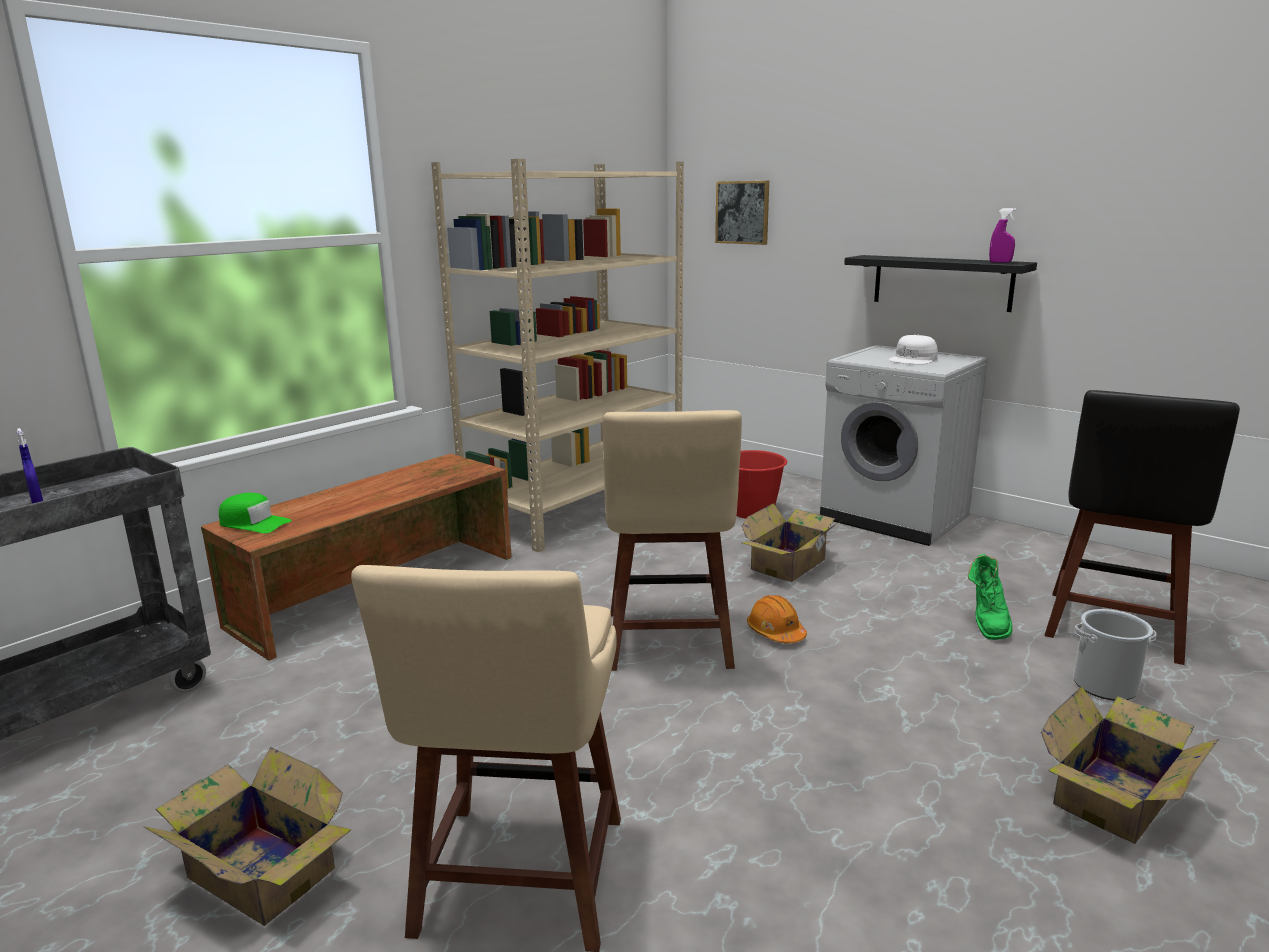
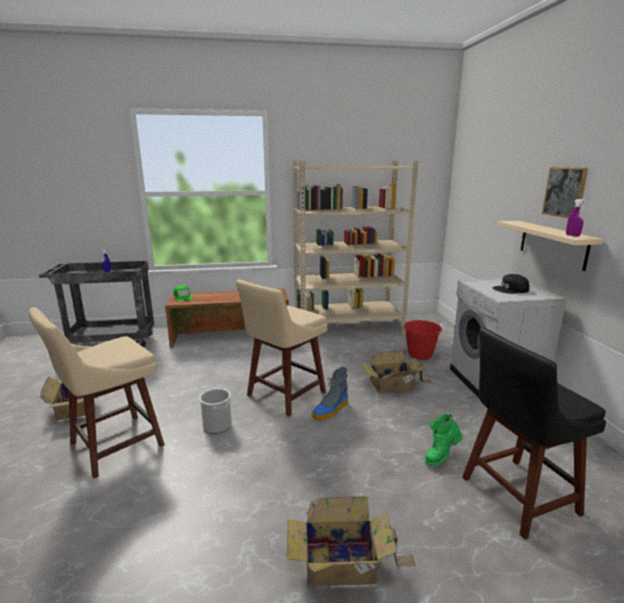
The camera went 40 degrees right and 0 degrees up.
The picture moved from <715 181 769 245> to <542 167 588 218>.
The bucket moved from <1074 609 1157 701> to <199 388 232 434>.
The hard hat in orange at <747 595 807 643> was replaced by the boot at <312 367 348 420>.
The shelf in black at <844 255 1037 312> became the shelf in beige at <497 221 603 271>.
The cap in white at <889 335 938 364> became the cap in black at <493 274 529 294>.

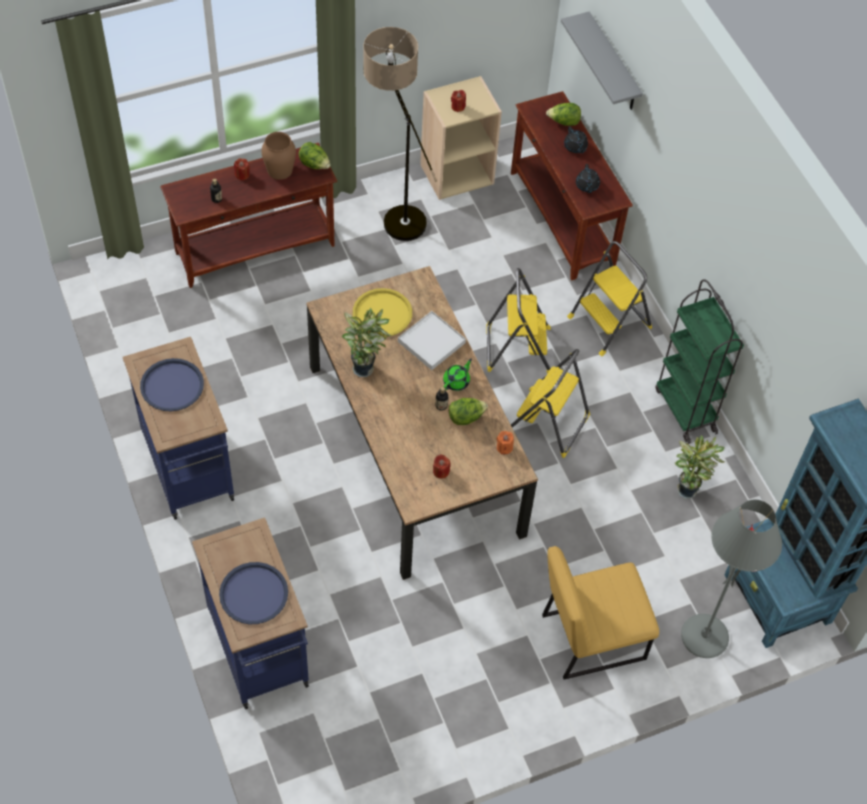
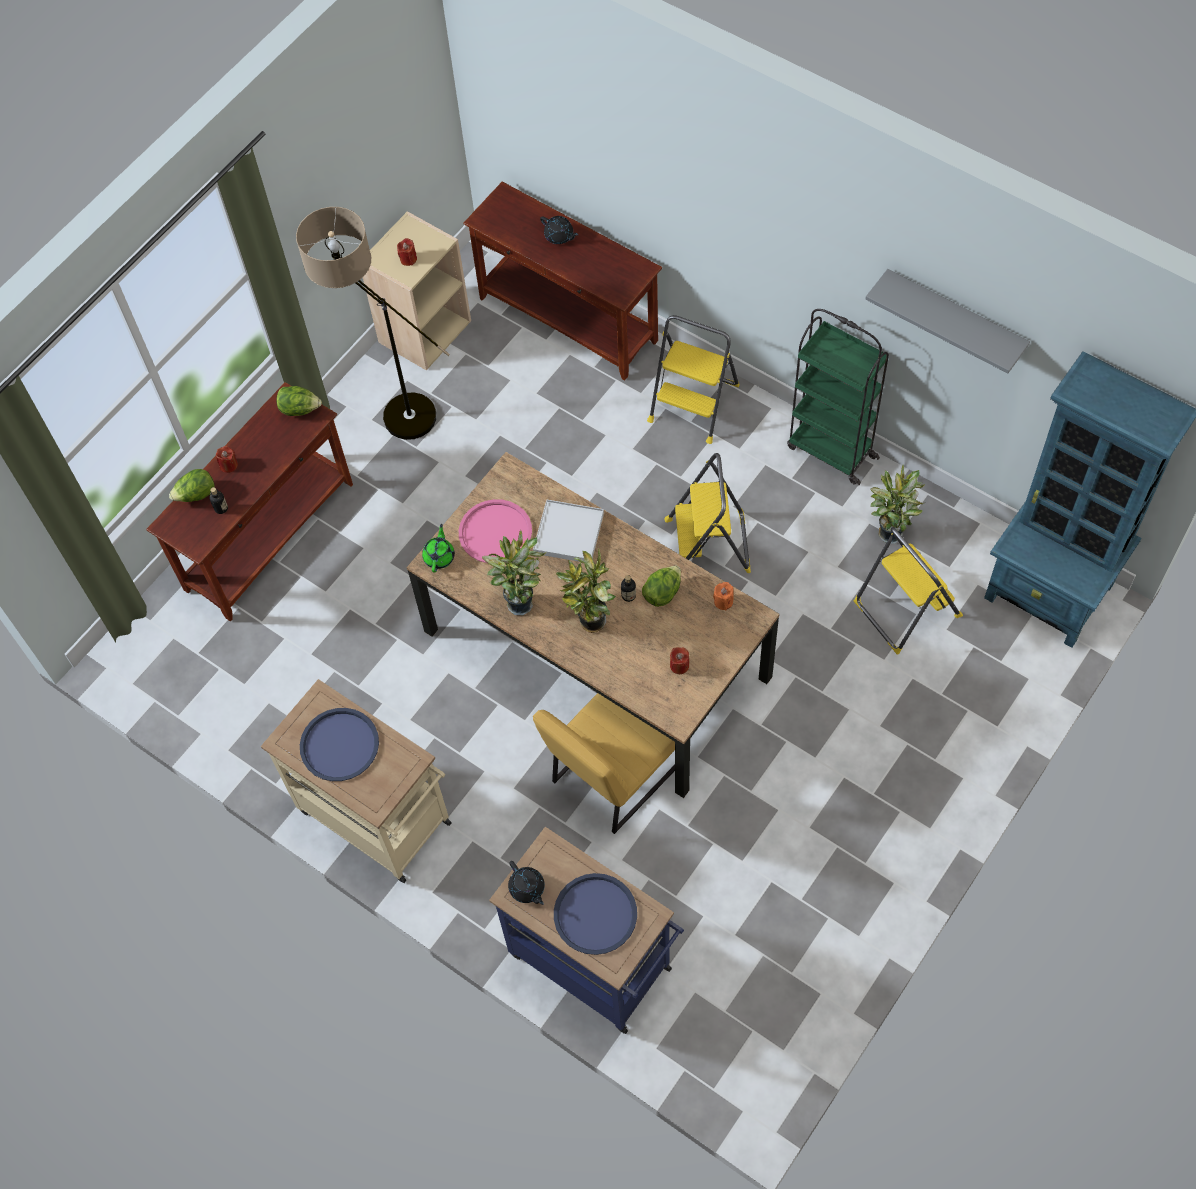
The camera went 25 degrees left and 5 degrees up.
The vase in brown at <261 132 296 180> disappeared.
The floor lamp in grey at <681 499 782 658> disappeared.
The potted plant at <556 549 616 633> appeared.
The teapot in green moved from <443 359 472 391> to <422 524 455 573>.
The step ladder in yellow moved from <486 268 551 373> to <854 527 963 654>.
The chair in yellow moved from <542 546 659 680> to <533 693 675 834>.
The lettuce moved from <546 103 581 126> to <169 469 215 502>.
The shelf in grey moved from <561 11 643 110> to <865 269 1030 373>.
The teapot in black moved from <576 164 600 193> to <508 861 545 905>.
The cart in blue at <123 337 234 520> became the cart in beige at <261 679 452 883>.
The tray in yellow at <353 288 412 337> became the tray in pink at <459 499 532 563>.

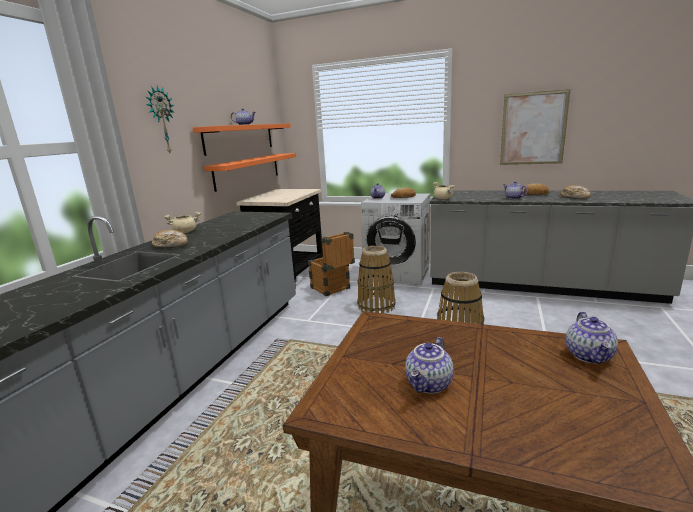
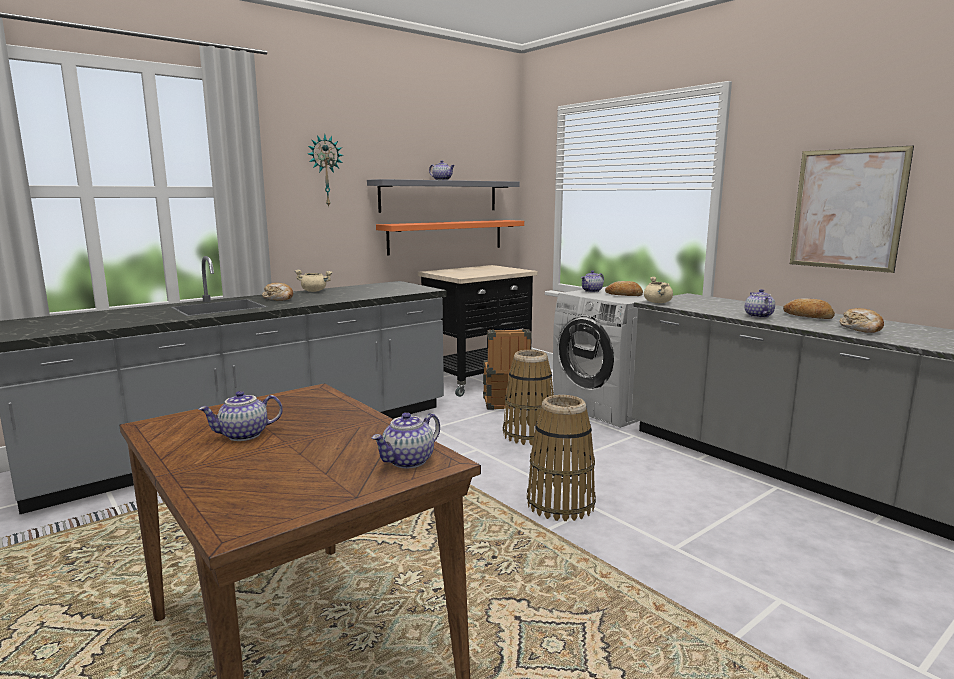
The camera went 30 degrees right and 5 degrees down.
The shelf in orange at <193 123 291 156> became the shelf in grey at <367 179 520 213>.

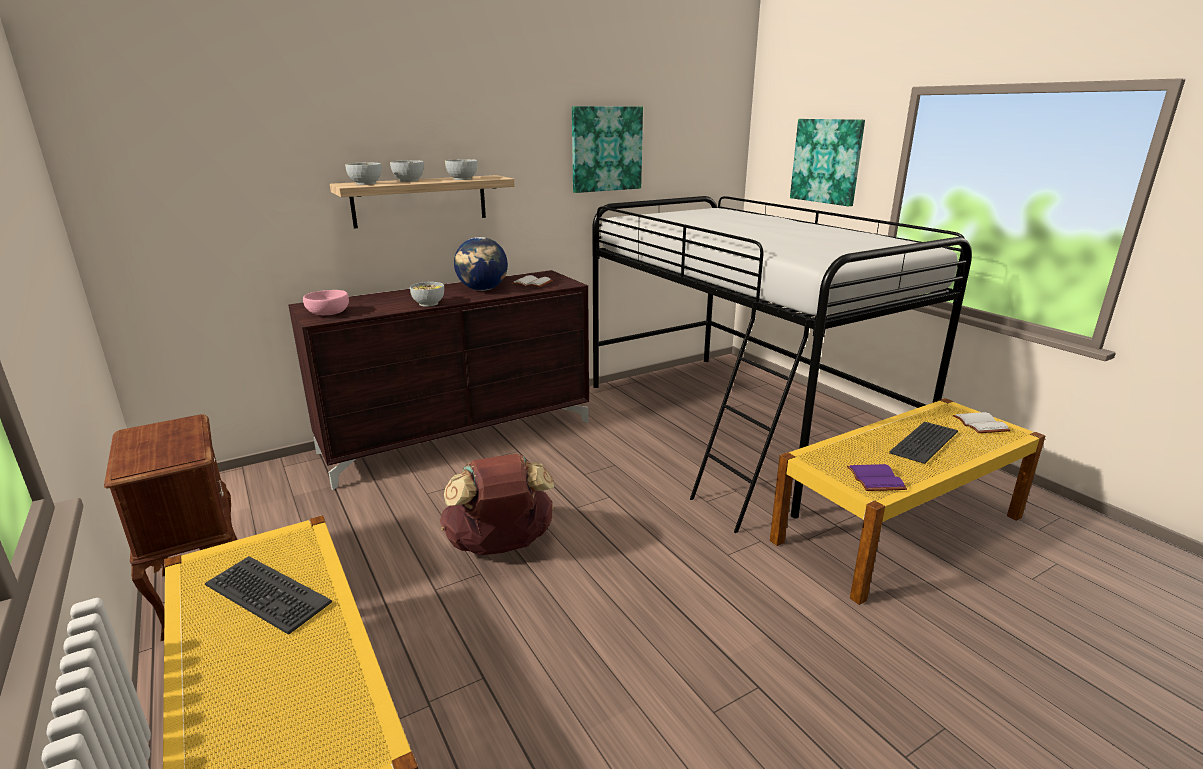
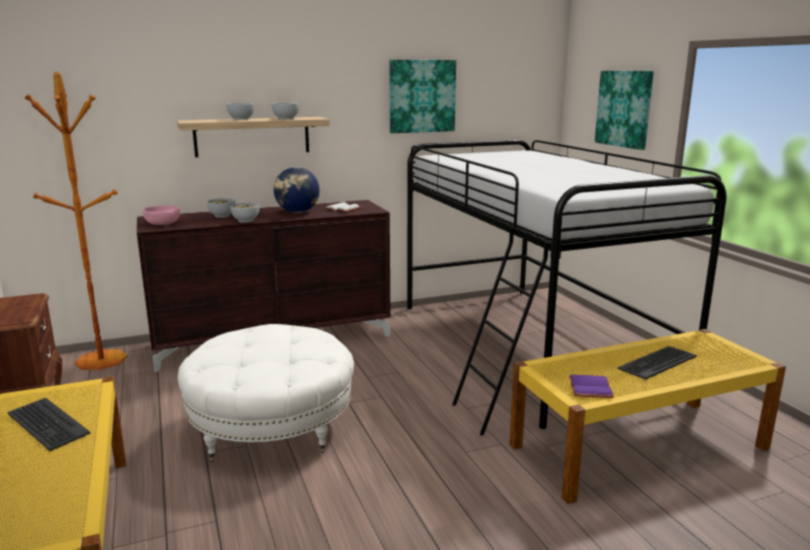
The camera went 10 degrees right and 5 degrees down.
The book in white at <953 412 1011 433> disappeared.
The clothes rack in orange at <25 72 128 370> appeared.
The bowl moved from <345 163 382 185> to <207 198 235 218>.
The backpack in brown at <440 454 554 556> was replaced by the ottoman in white at <178 324 354 462>.

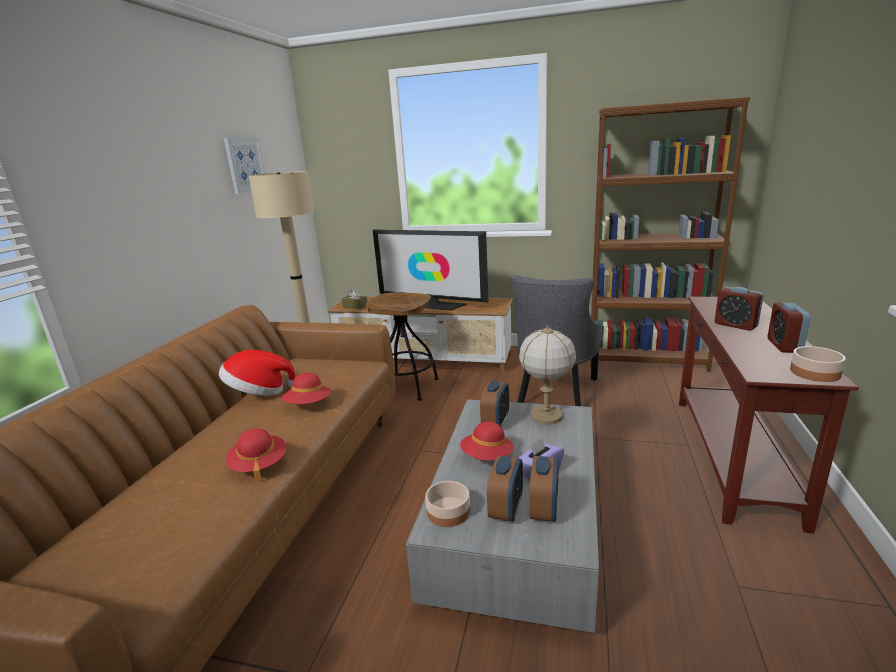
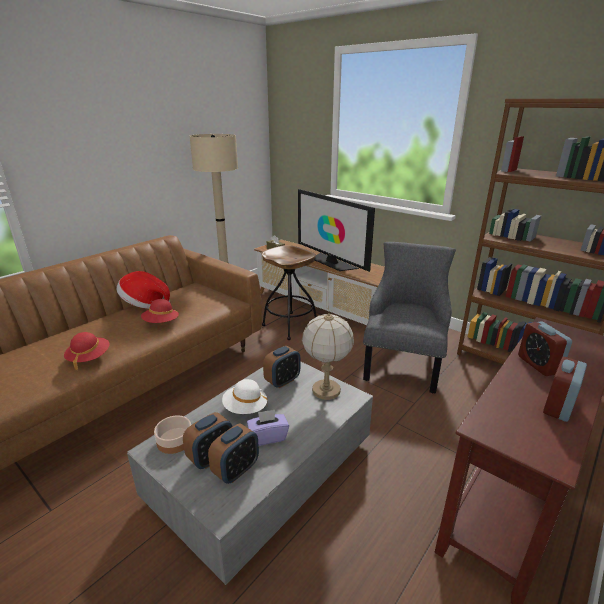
The camera went 25 degrees right and 5 degrees up.
The picture at <224 137 265 194> disappeared.
The bowl at <790 346 846 382> disappeared.
The hat in red at <460 421 514 460> became the hat in white at <222 379 268 414>.
The armchair in grey at <511 275 603 406> turned 150 degrees clockwise.

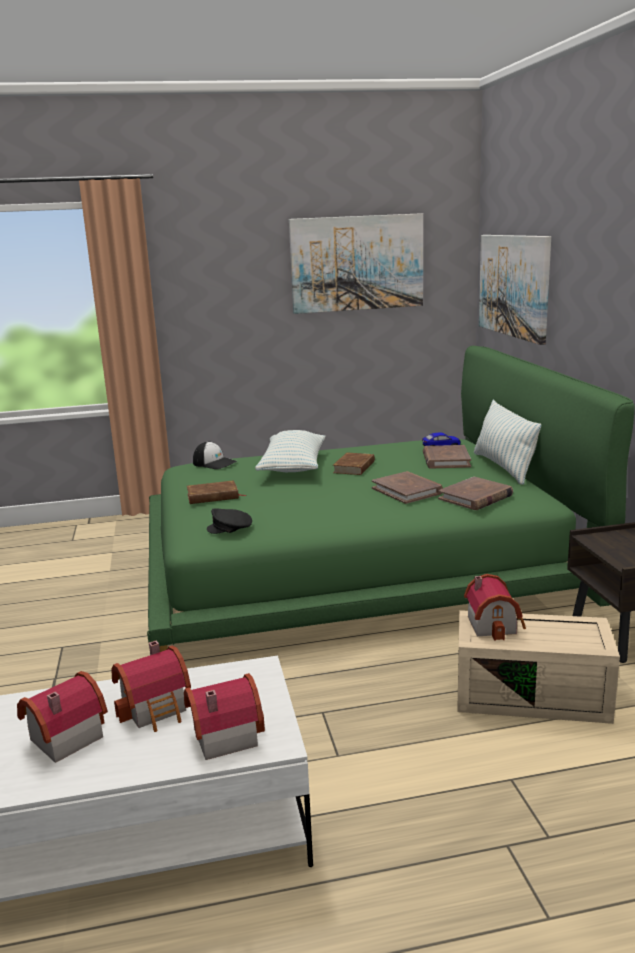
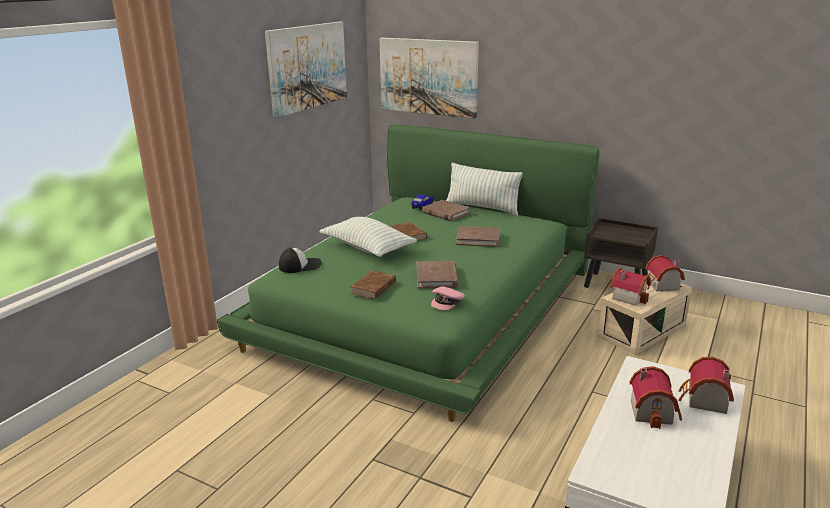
The camera went 50 degrees left and 5 degrees up.
The toy house moved from <17 671 108 763> to <645 255 685 291>.
The book in brown moved from <438 477 513 510> to <417 261 459 289>.
The cap in black at <207 508 252 534> became the cap in pink at <431 287 465 310>.

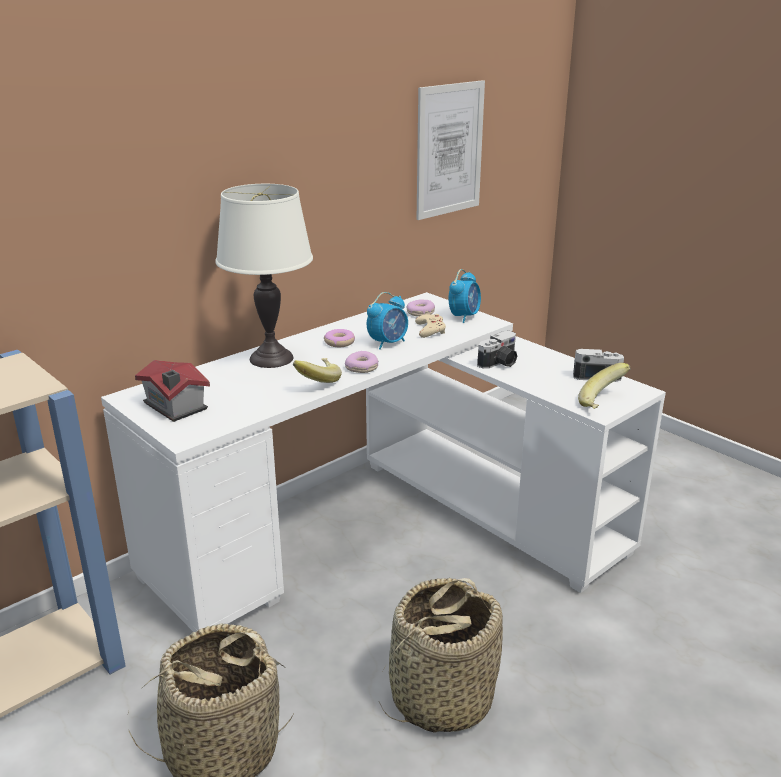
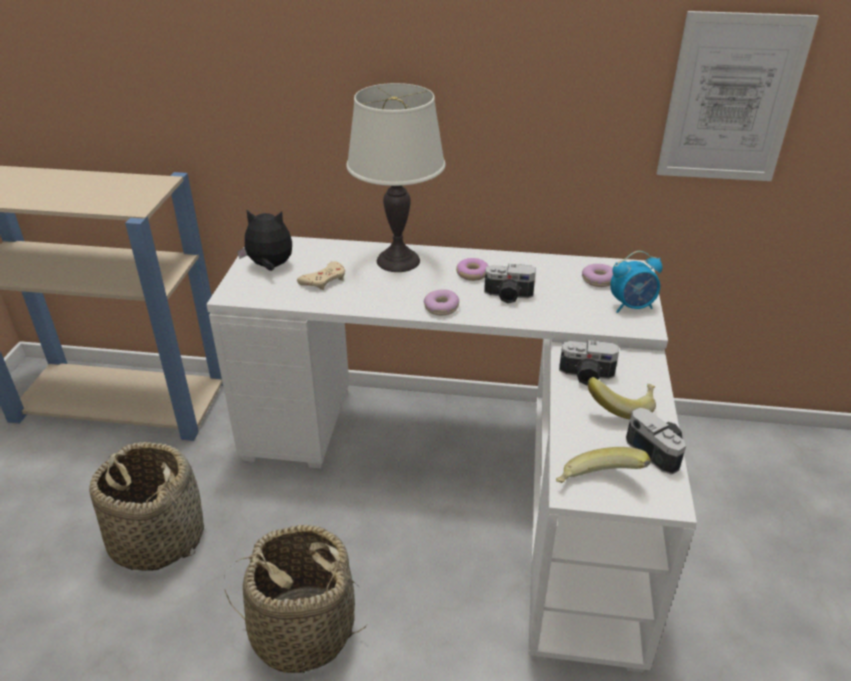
The camera went 50 degrees right and 10 degrees up.
The banana moved from <293 358 342 383> to <588 377 656 420>.
The game controller in beige moved from <415 314 446 338> to <297 261 345 290>.
The toy house at <135 360 210 422> was replaced by the plush toy at <237 209 292 271>.
The alarm clock at <367 292 408 350> was replaced by the photo camera at <484 264 536 303>.

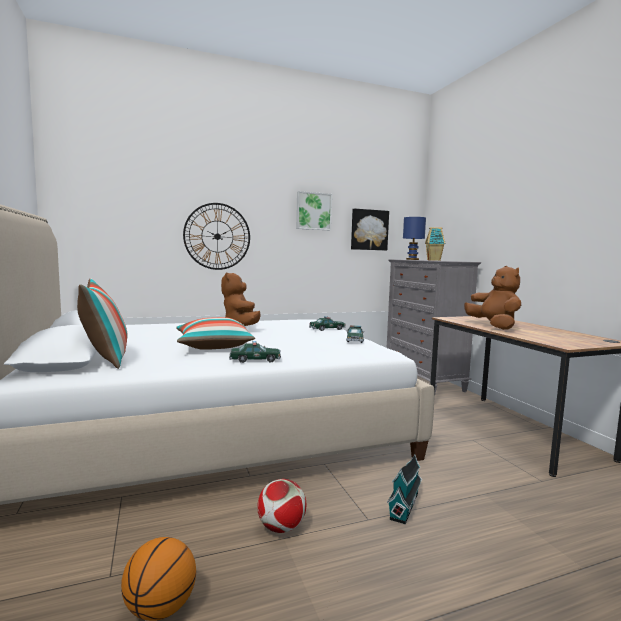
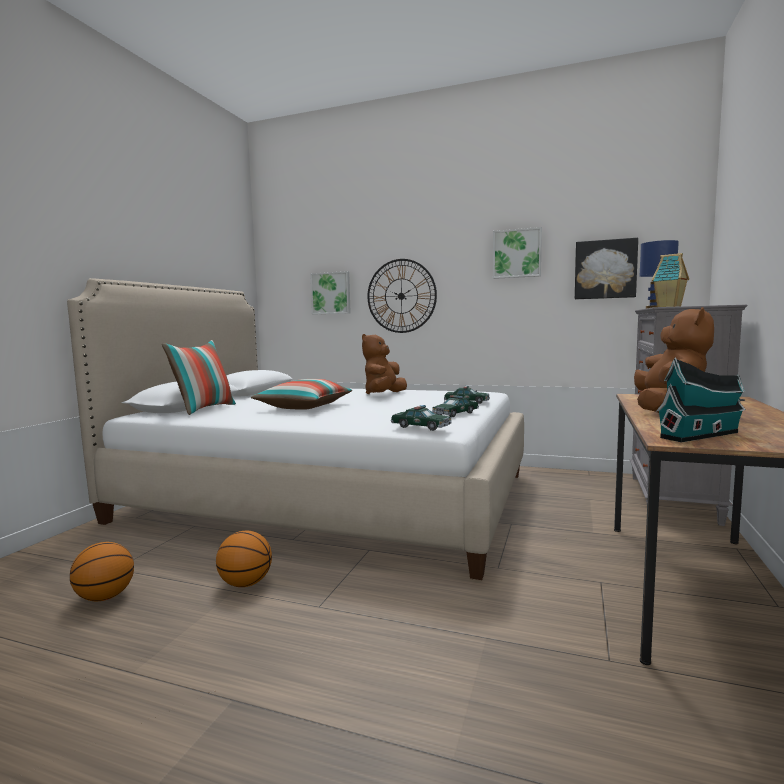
The camera went 40 degrees right and 0 degrees up.
The picture at <310 271 351 314> appeared.
The toy car moved from <229 341 281 363> to <391 405 452 431>.
The toy house moved from <387 455 422 524> to <655 358 746 443>.
The football at <257 479 306 533> was replaced by the basketball at <216 531 272 587>.

